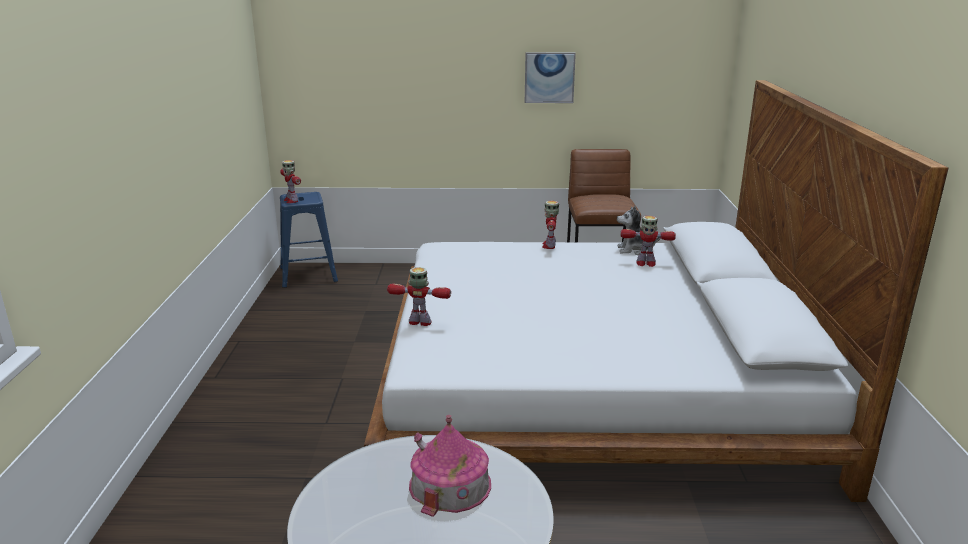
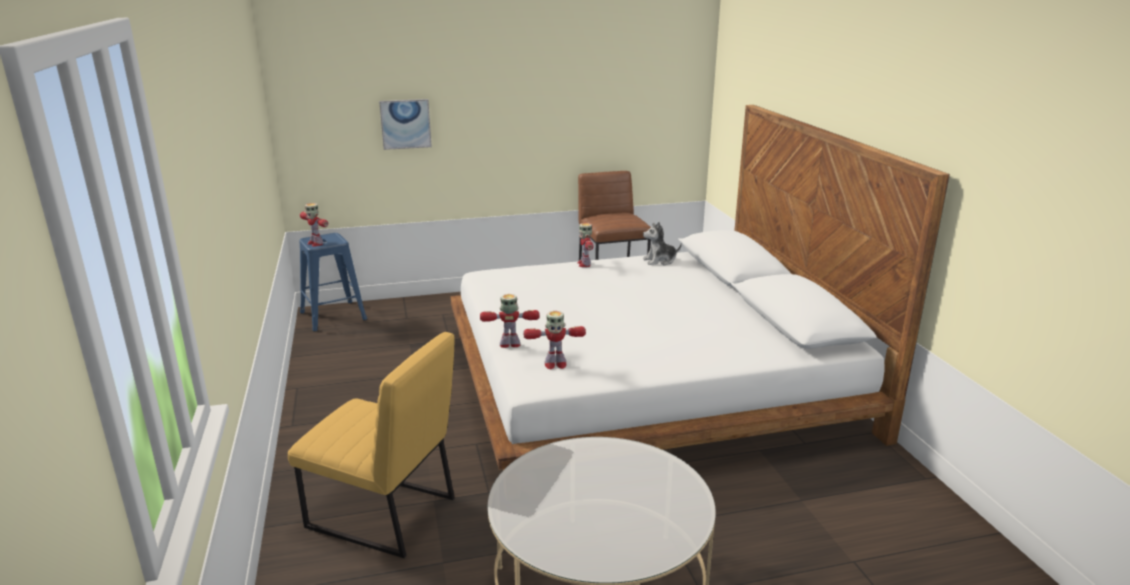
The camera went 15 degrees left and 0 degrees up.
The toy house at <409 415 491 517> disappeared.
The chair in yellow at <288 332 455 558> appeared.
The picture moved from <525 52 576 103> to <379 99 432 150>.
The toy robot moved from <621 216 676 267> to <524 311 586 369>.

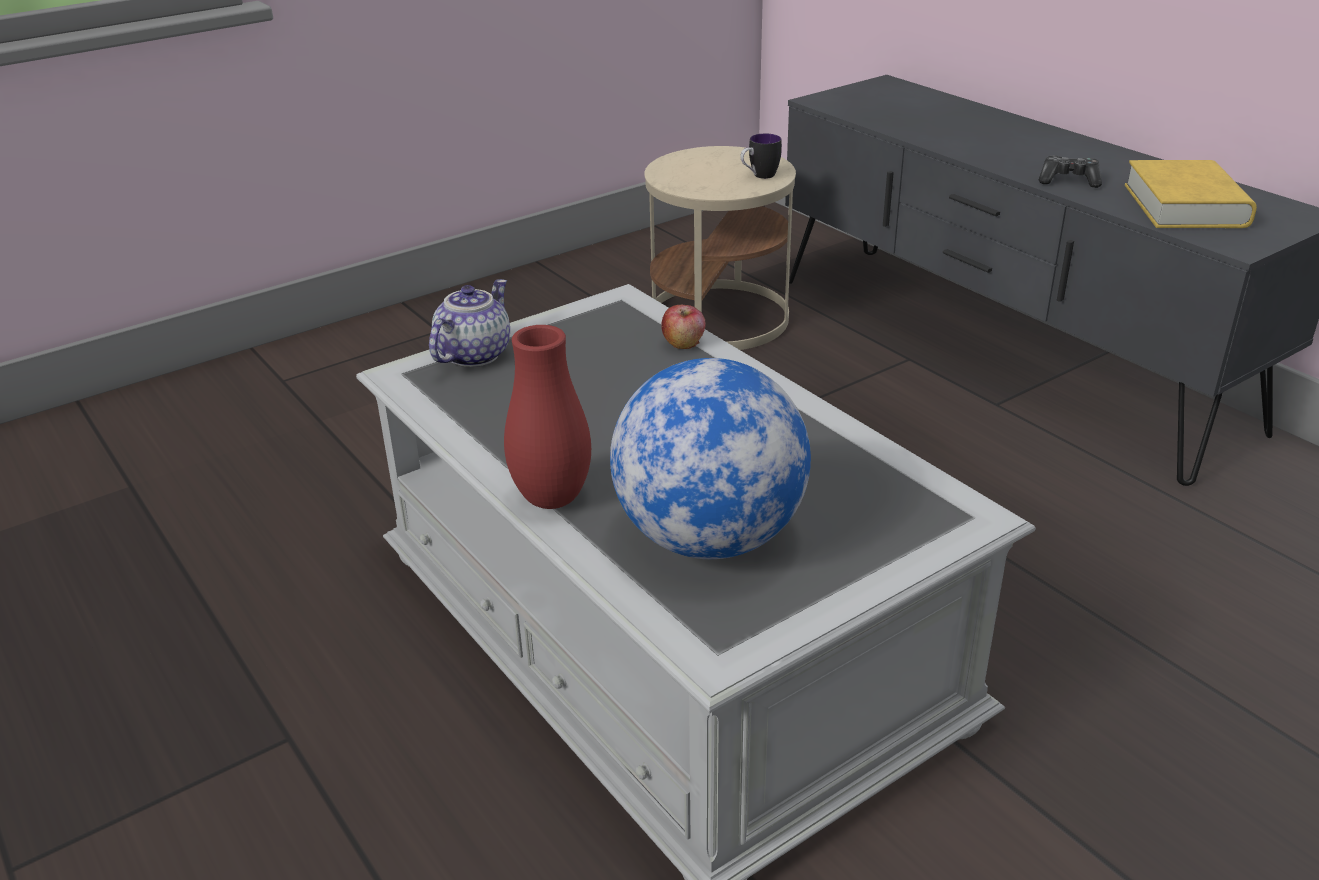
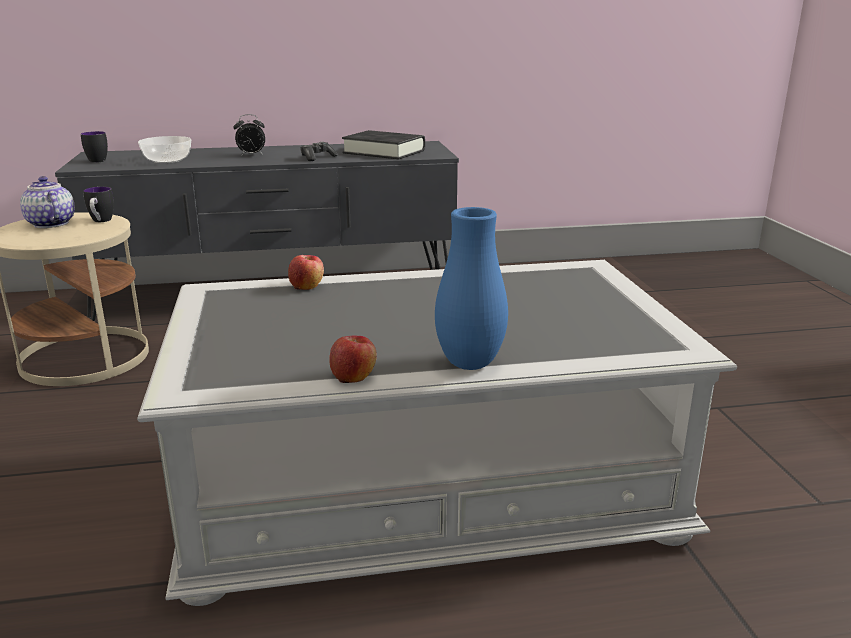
The camera went 65 degrees left and 10 degrees down.
The globe at <610 358 811 559> disappeared.
The mug at <81 131 108 163> appeared.
The bowl at <138 136 191 163> appeared.
The alarm clock at <233 114 265 155> appeared.
The apple at <329 336 377 383> appeared.
The teapot moved from <429 279 510 367> to <20 176 75 228>.
The vase in red at <504 325 591 509> became the vase in blue at <435 207 508 370>.
The book in yellow at <1125 160 1257 228> became the book in black at <342 130 425 159>.

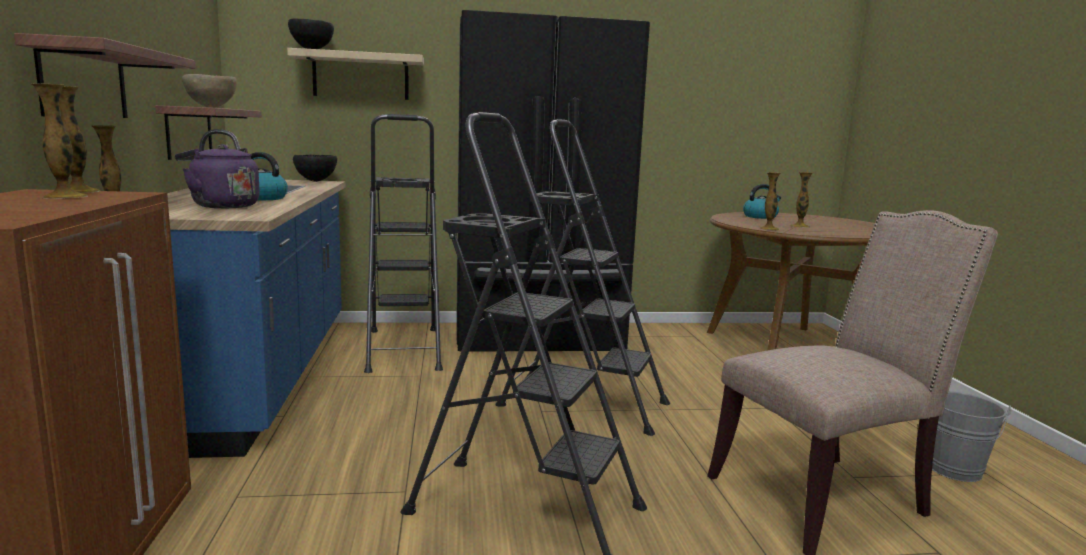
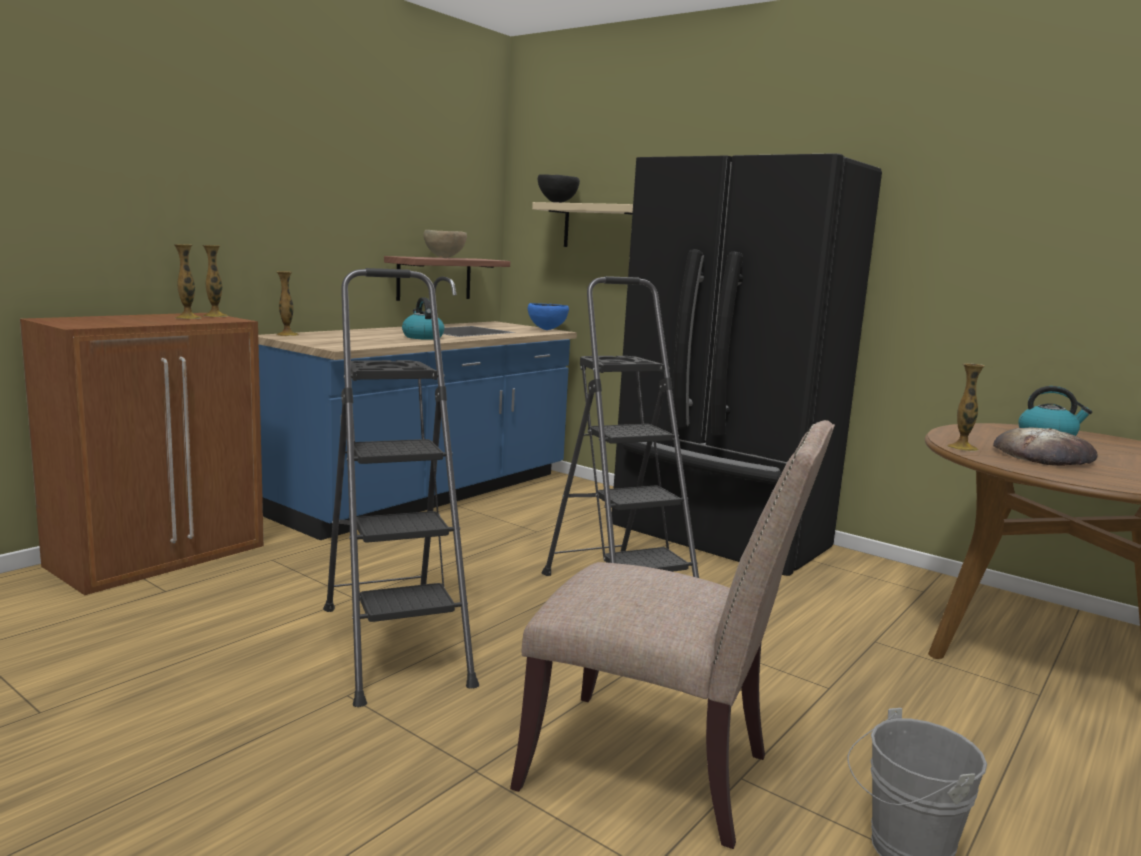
The camera went 45 degrees right and 0 degrees up.
The shelf at <14 33 196 118> disappeared.
The kettle in purple at <175 144 260 208> disappeared.
The step ladder at <364 114 443 373> disappeared.
The vase at <791 172 812 228> was replaced by the bread at <993 428 1097 466>.
The bowl in black at <293 155 337 182> became the bowl in blue at <528 303 569 330>.

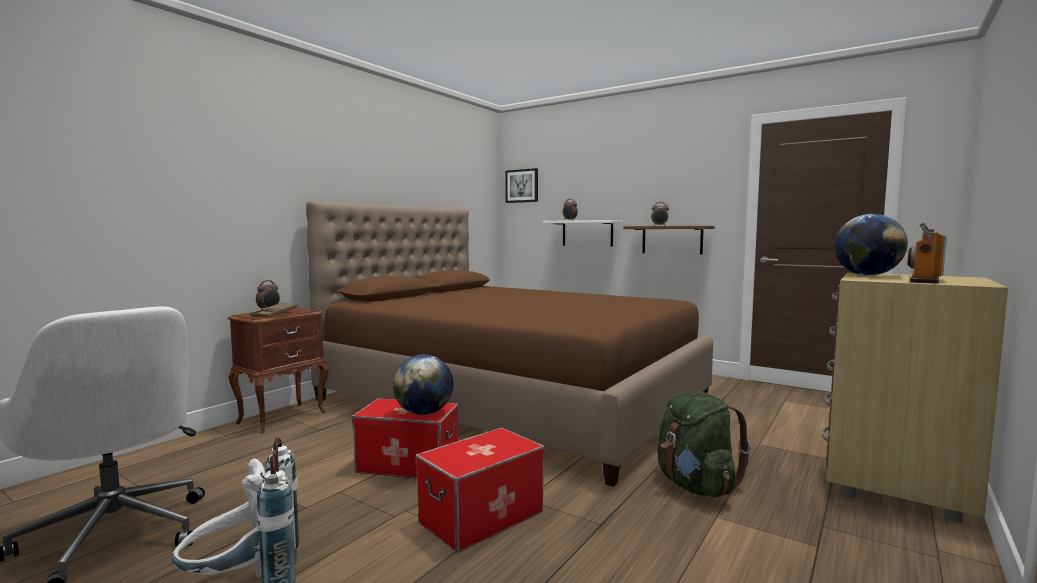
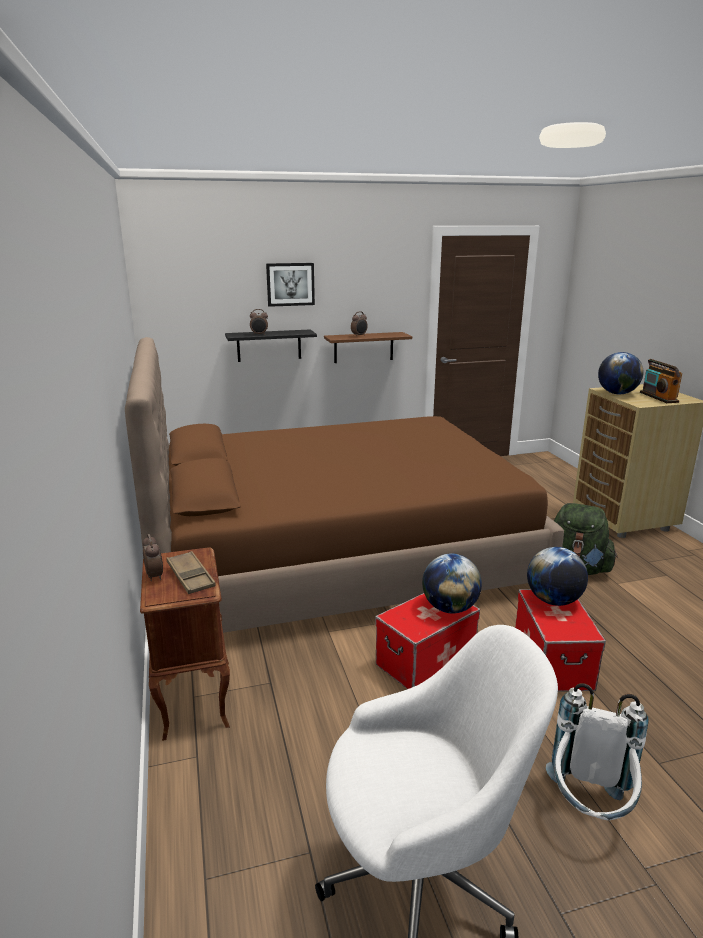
The camera went 50 degrees left and 15 degrees up.
The globe at <527 547 588 606> appeared.
The picture moved from <506 168 538 203> to <266 263 315 307>.
The shelf in white at <543 220 622 246> became the shelf in black at <225 329 317 362>.

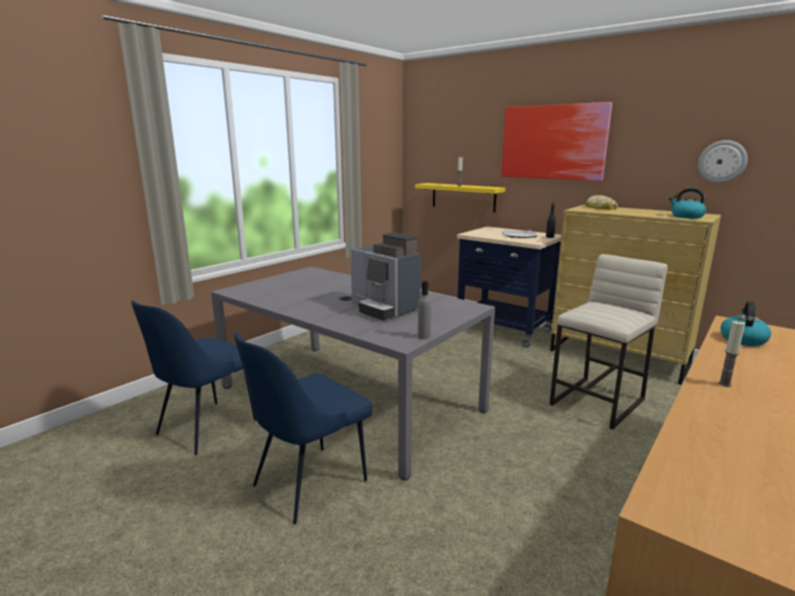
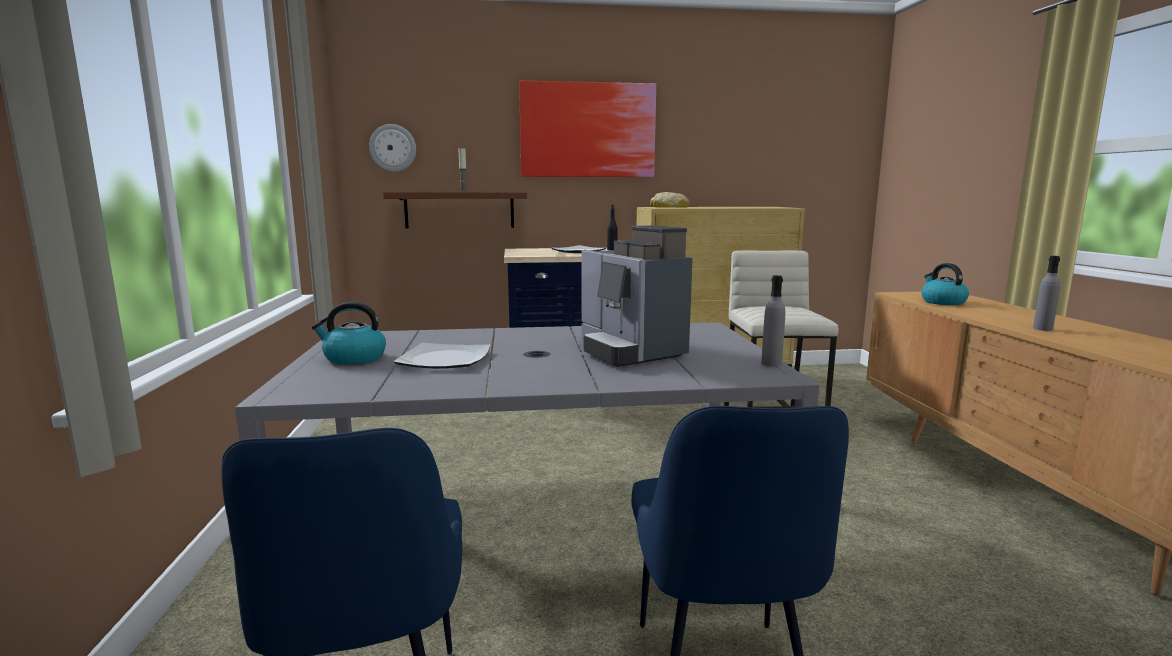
The camera went 45 degrees left and 5 degrees down.
The plate at <393 343 491 369> appeared.
The kettle moved from <669 188 706 219> to <311 302 386 365>.
The wall clock moved from <698 140 748 183> to <369 124 416 172>.
The candle at <718 321 745 387> was replaced by the bottle in grey at <1033 256 1060 331>.
The shelf in yellow at <415 183 505 212> became the shelf in brown at <383 192 527 229>.
The coffee machine at <350 232 421 321> turned 60 degrees clockwise.

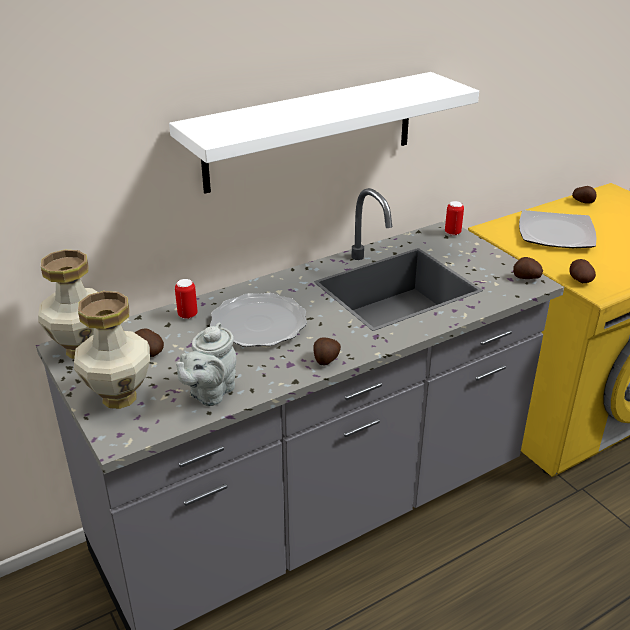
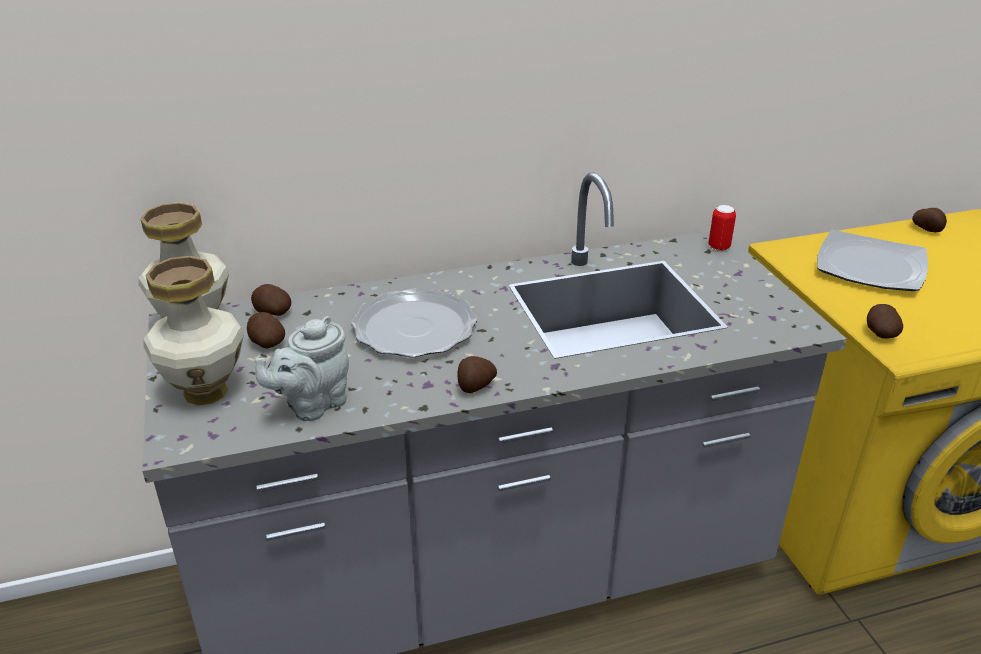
The camera went 15 degrees right and 0 degrees up.
The shelf in white at <169 72 479 194> disappeared.
The can at <175 279 198 319> disappeared.
The potato moved from <513 257 543 279> to <251 284 291 316>.

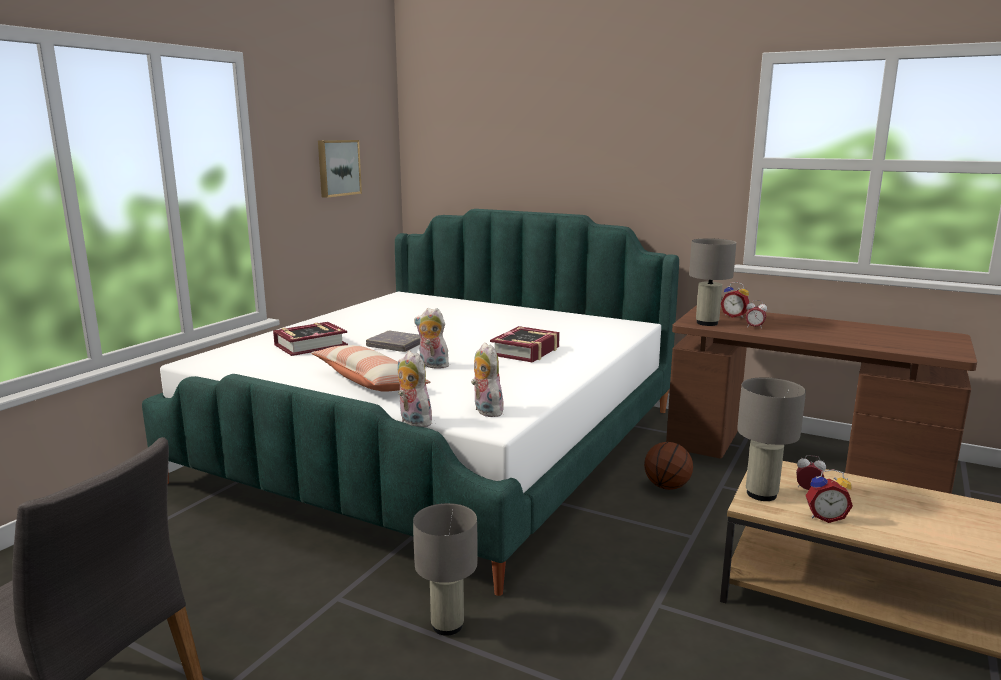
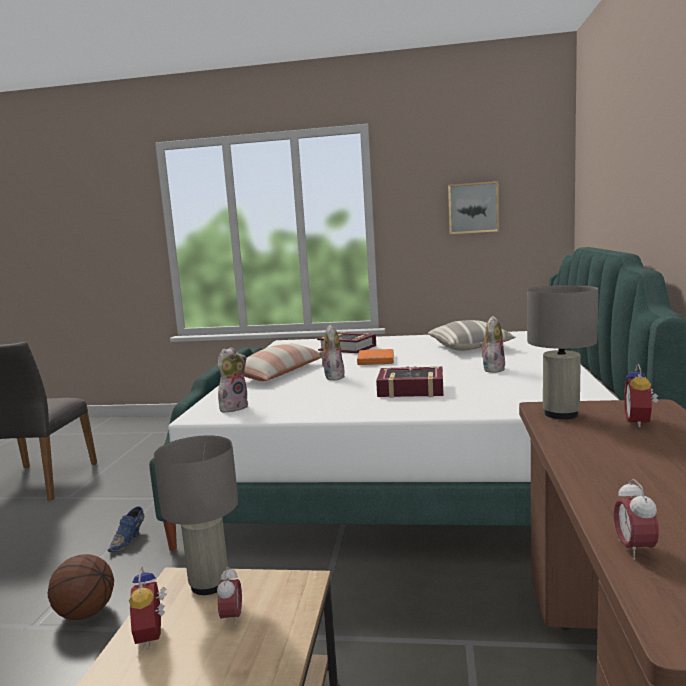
The camera went 70 degrees right and 5 degrees down.
The pillow at <428 320 516 351> appeared.
The plush toy moved from <398 351 432 427> to <480 316 505 373>.
The basketball moved from <644 442 693 490> to <48 554 114 620>.
The alarm clock moved from <746 300 767 329> to <614 479 659 560>.
The table lamp in grey at <413 503 478 636> was replaced by the shoe in blue at <108 506 145 552>.
The book in grey at <366 331 420 352> became the book in orange at <357 349 394 365>.

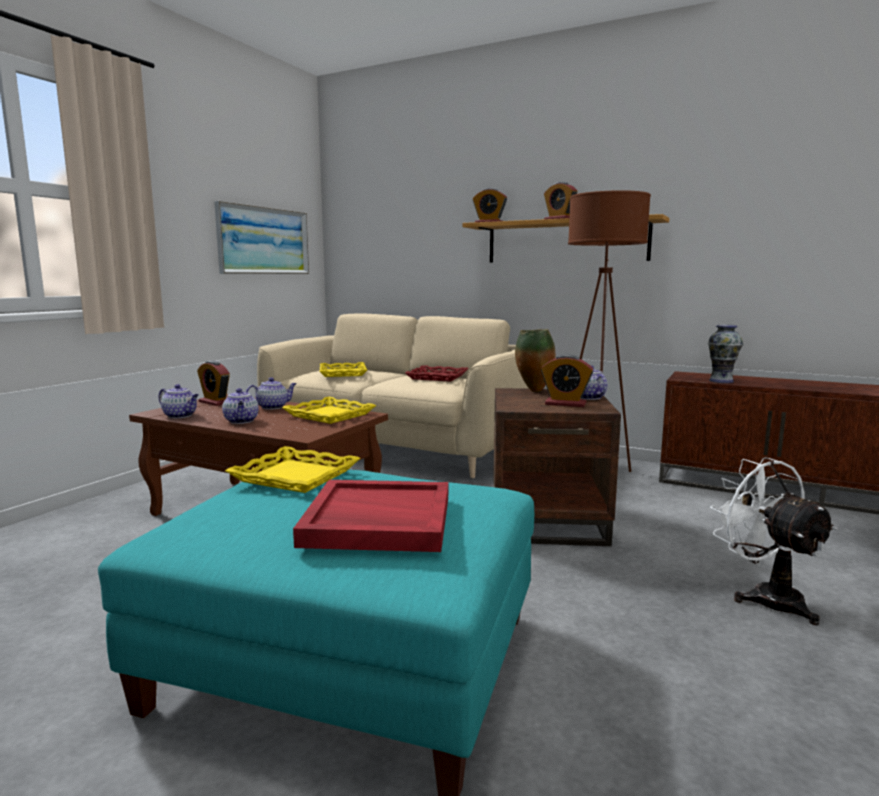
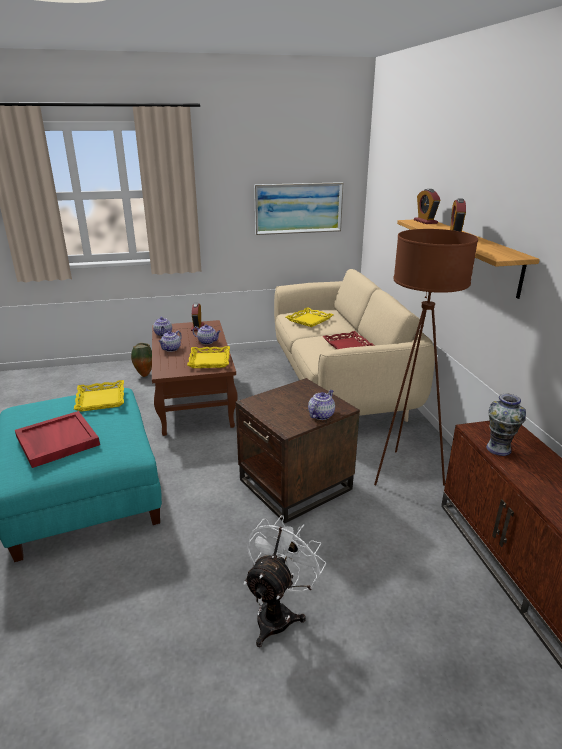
The camera went 50 degrees right and 15 degrees up.
The alarm clock at <541 355 593 407> disappeared.
The vase moved from <515 329 555 392> to <131 343 152 377>.

